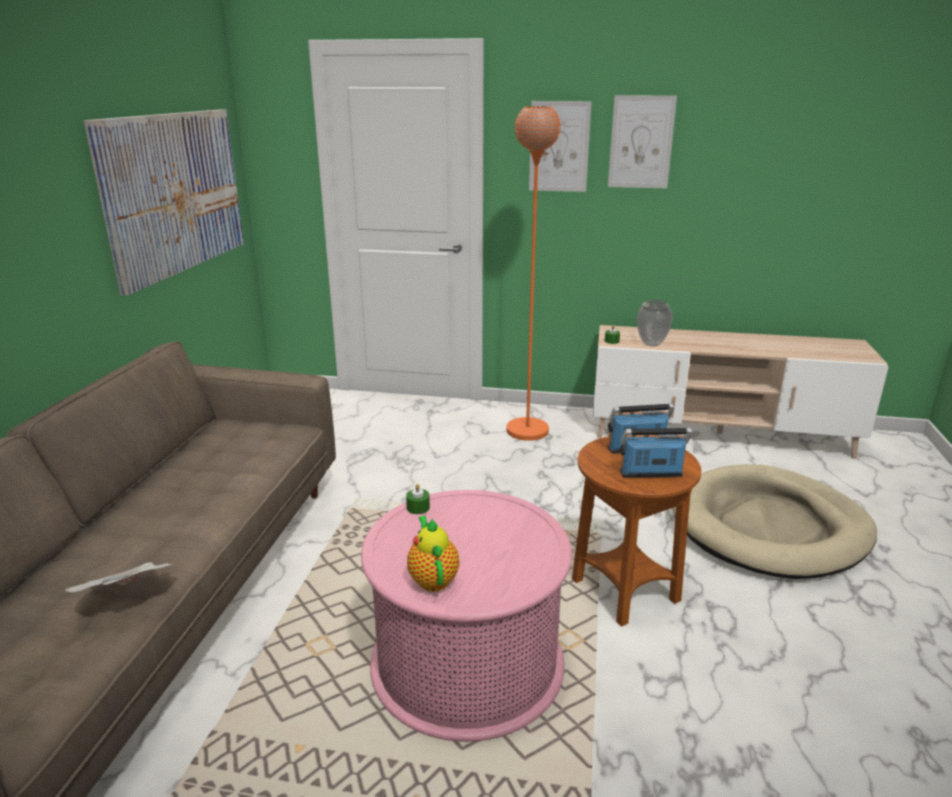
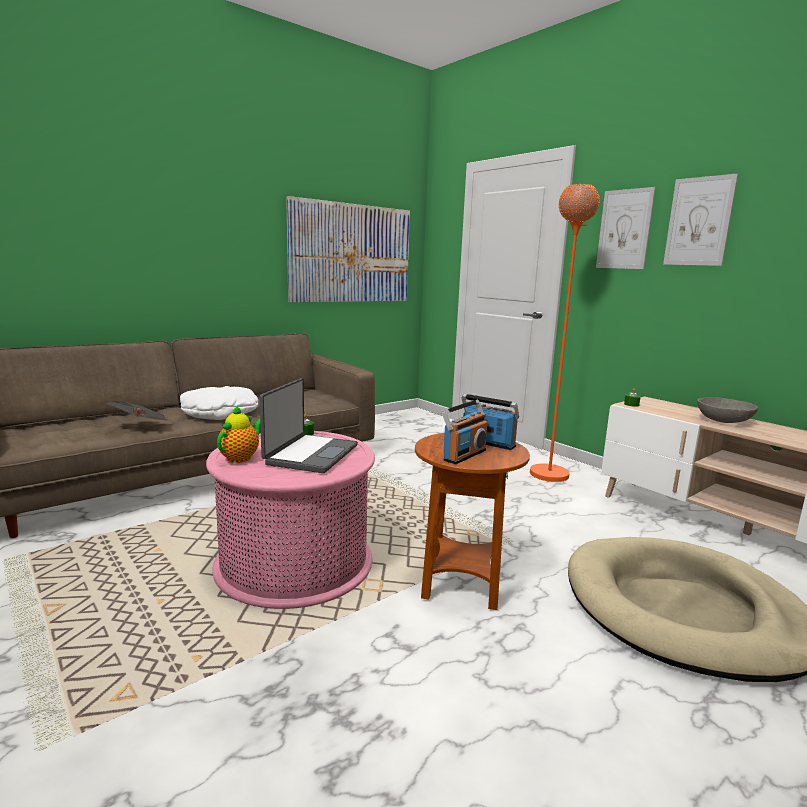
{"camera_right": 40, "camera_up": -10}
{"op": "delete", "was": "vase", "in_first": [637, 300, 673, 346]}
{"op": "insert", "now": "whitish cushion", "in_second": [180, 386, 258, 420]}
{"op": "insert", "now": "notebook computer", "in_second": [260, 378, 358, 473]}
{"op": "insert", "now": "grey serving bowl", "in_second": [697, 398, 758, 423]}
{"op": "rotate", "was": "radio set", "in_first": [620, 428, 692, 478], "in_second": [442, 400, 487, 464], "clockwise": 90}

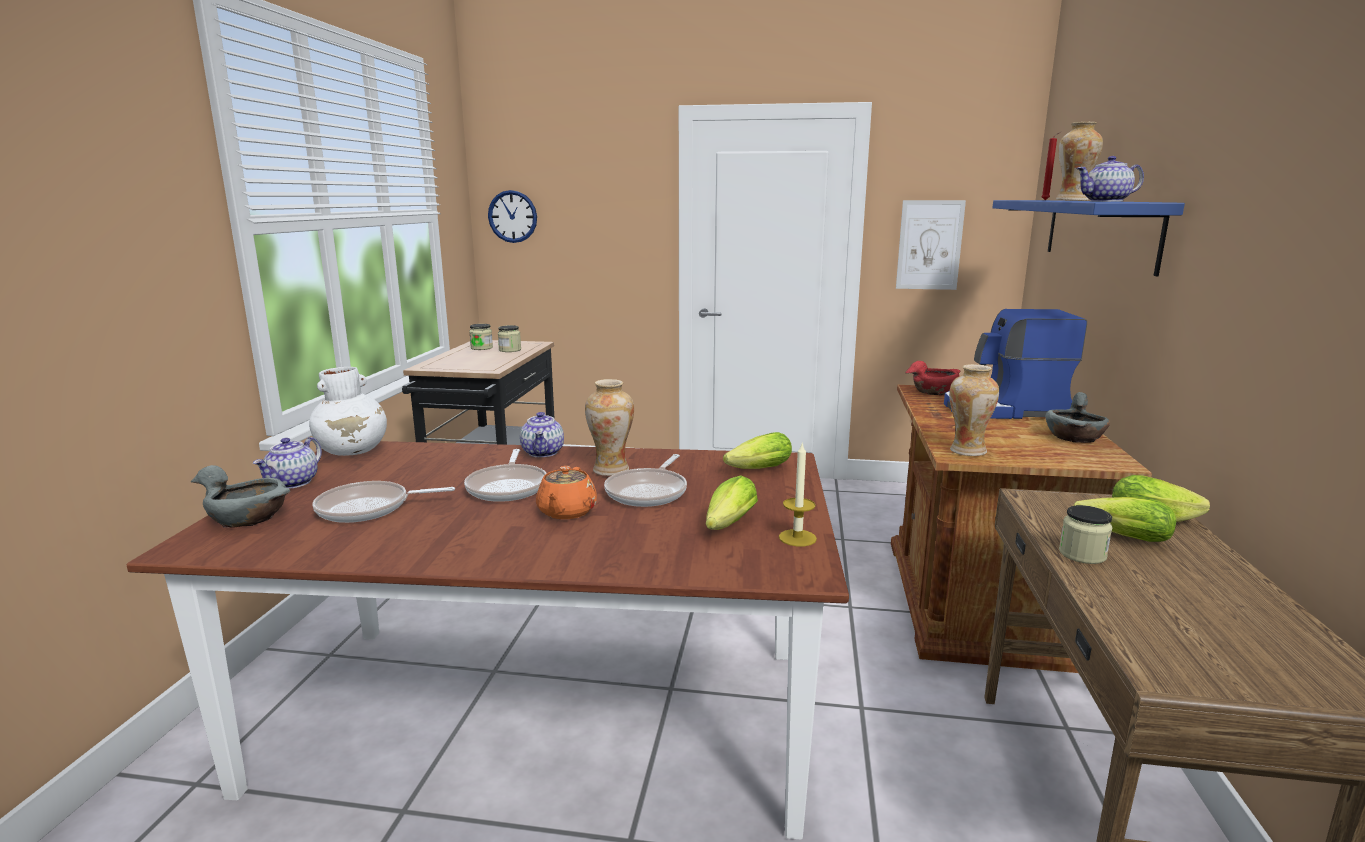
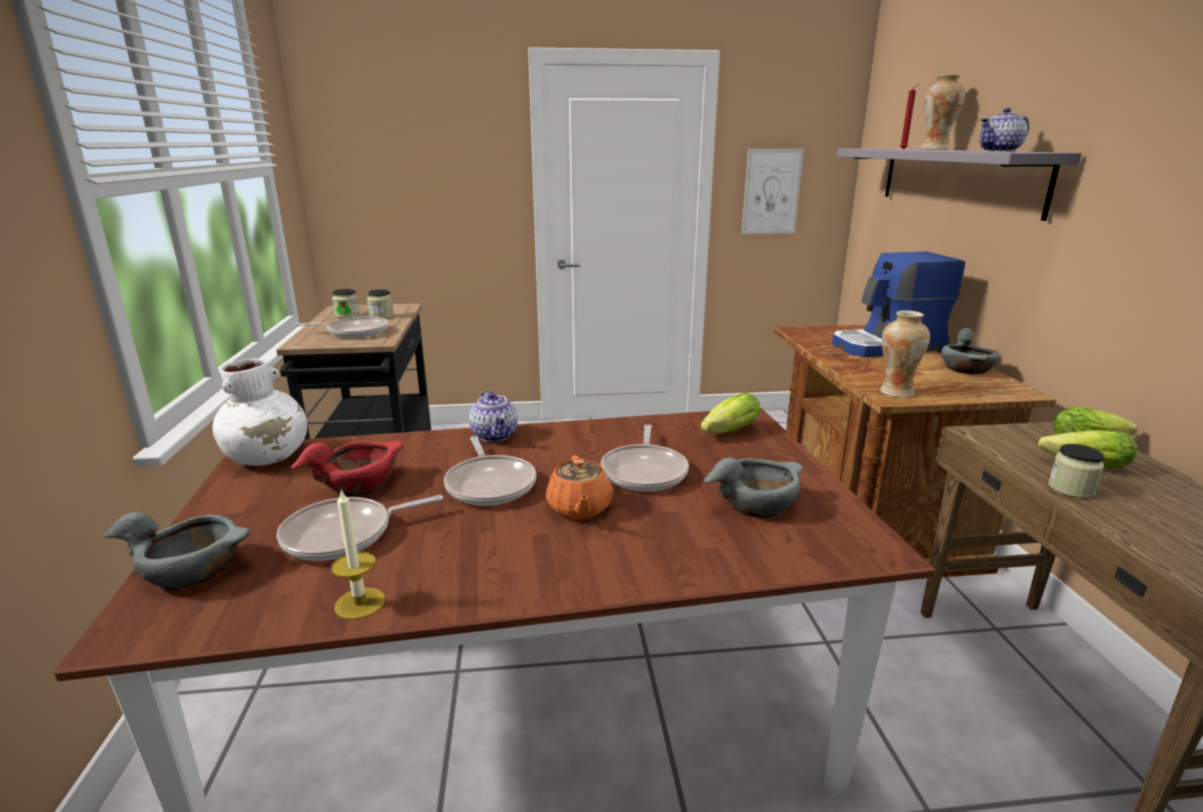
{"camera_right": -15, "camera_up": 5}
{"op": "delete", "was": "tea pot", "in_first": [253, 437, 322, 489]}
{"op": "delete", "was": "wall clock", "in_first": [488, 190, 537, 243]}
{"op": "delete", "was": "vase", "in_first": [585, 379, 634, 476]}
{"op": "insert", "now": "pan", "in_second": [294, 316, 388, 338]}
{"op": "move", "was": "wax light", "in_first": [779, 444, 817, 547], "in_second": [331, 489, 385, 620]}
{"op": "move", "was": "red serving bowl", "in_first": [905, 361, 960, 395], "in_second": [291, 441, 404, 496]}
{"op": "replace", "was": "lettuce", "now": "grey serving bowl", "in_first": [705, 475, 758, 530], "in_second": [703, 458, 803, 518]}
{"op": "recolor", "was": "blue wall shelf", "now": "grey wall shelf", "in_first": [992, 200, 1185, 276], "in_second": [837, 149, 1082, 221]}

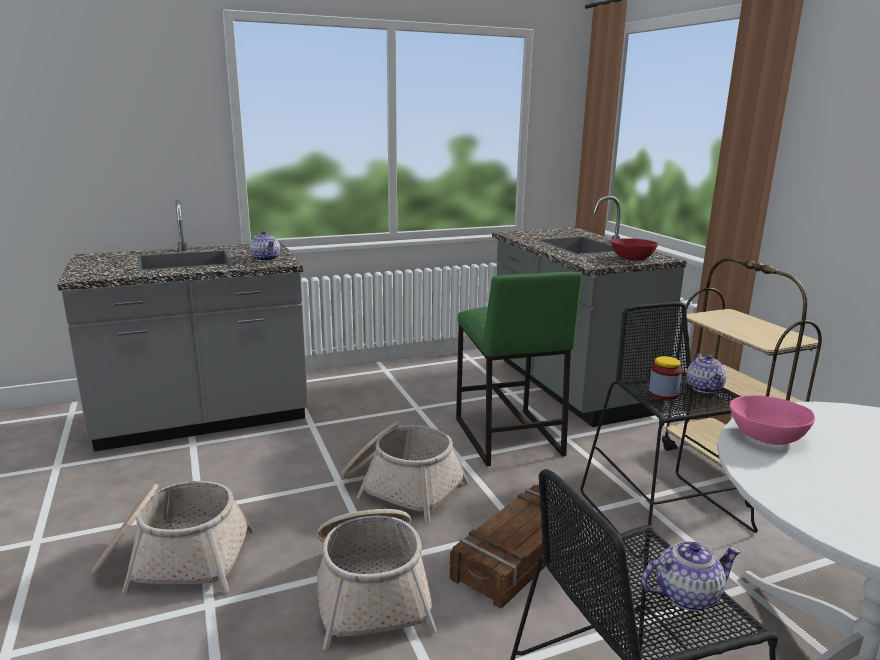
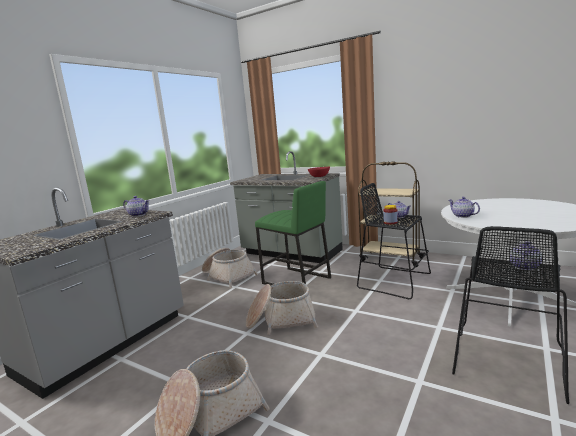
{"camera_right": -35, "camera_up": -5}
{"op": "delete", "was": "shipping crate", "in_first": [450, 485, 584, 608]}
{"op": "move", "was": "household basket", "in_first": [316, 509, 437, 651], "in_second": [202, 248, 258, 288]}
{"op": "replace", "was": "pink serving bowl", "now": "tea pot", "in_first": [730, 395, 815, 445], "in_second": [449, 197, 480, 218]}

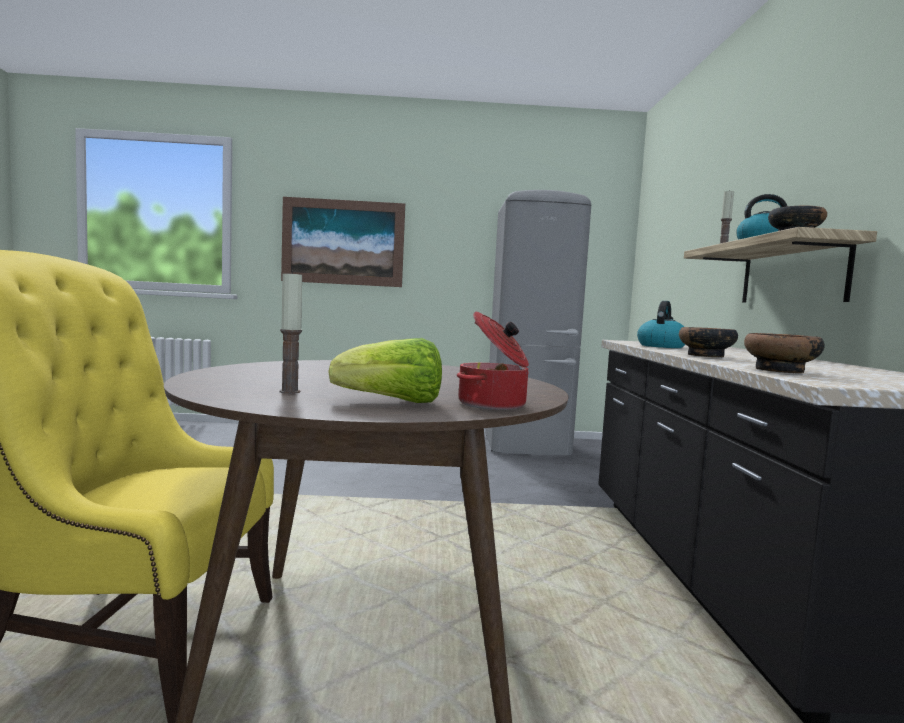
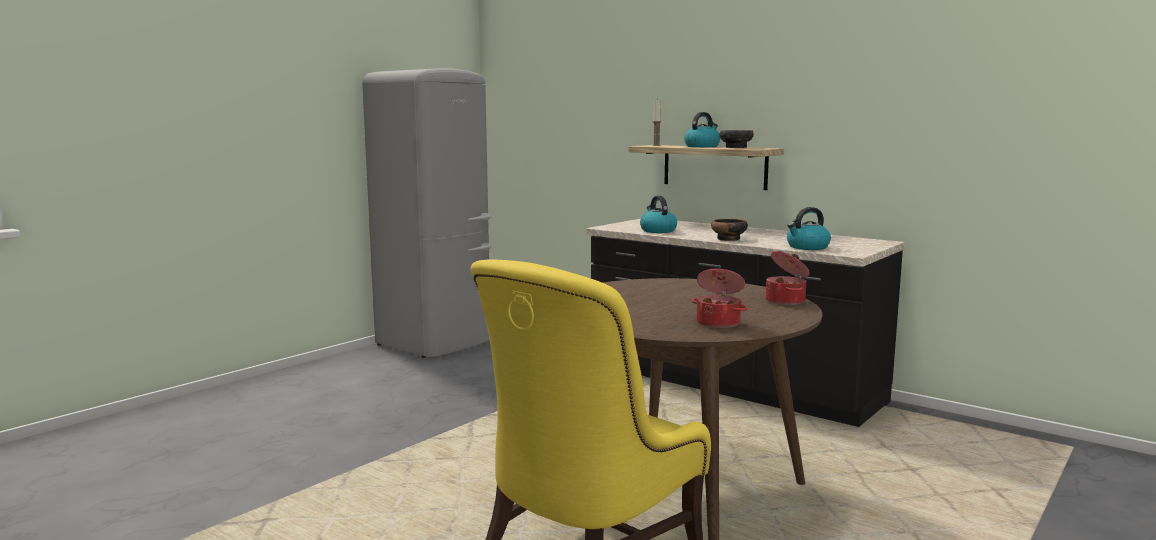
{"camera_right": -50, "camera_up": 5}
{"op": "delete", "was": "picture", "in_first": [281, 197, 405, 287]}
{"op": "delete", "was": "lettuce", "in_first": [328, 338, 442, 403]}
{"op": "replace", "was": "wax light", "now": "saucepot", "in_first": [279, 270, 302, 394], "in_second": [691, 269, 748, 328]}
{"op": "replace", "was": "serving bowl", "now": "water kettle", "in_first": [744, 333, 825, 373], "in_second": [787, 207, 831, 250]}

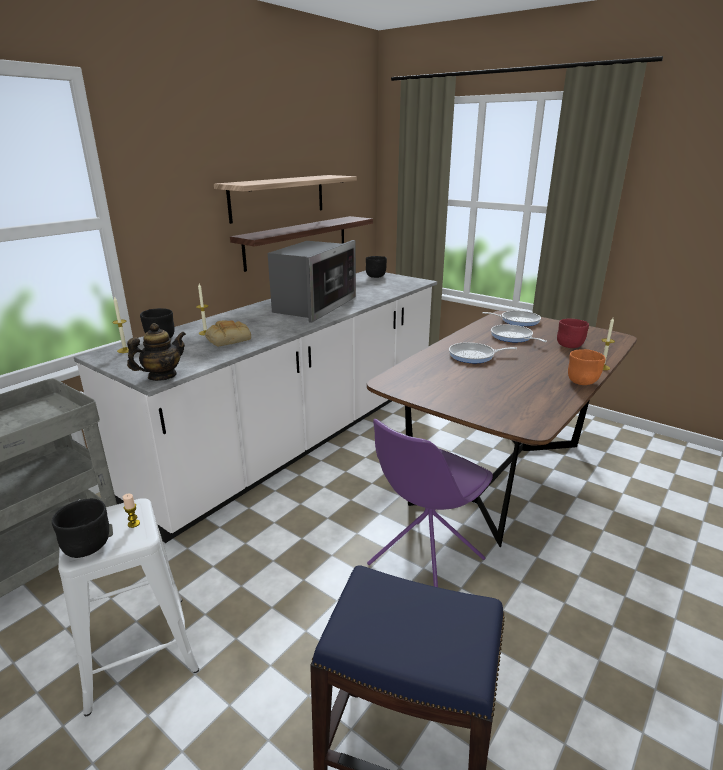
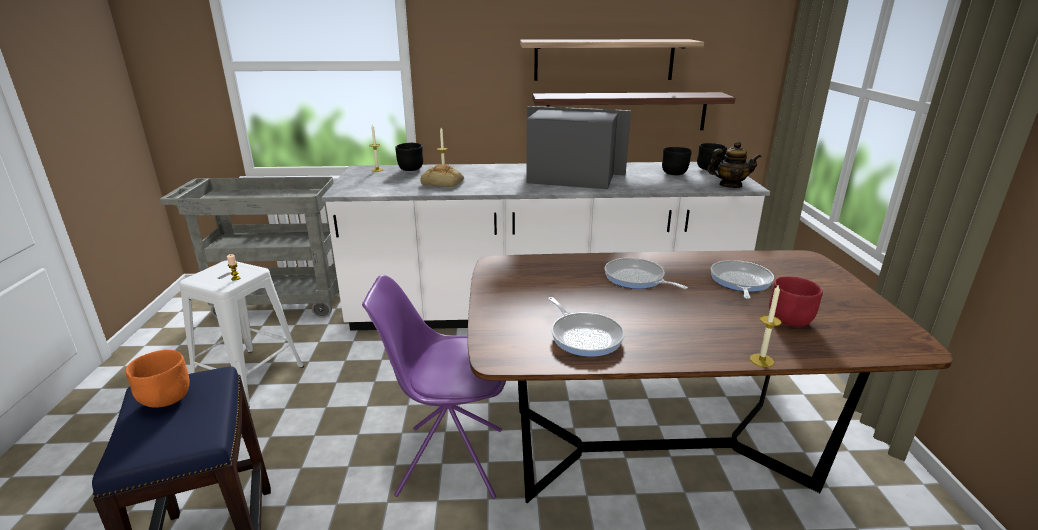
{"camera_right": 50, "camera_up": 0}
{"op": "move", "was": "blackish serving bowl", "in_first": [52, 498, 109, 558], "in_second": [662, 147, 691, 175]}
{"op": "move", "was": "tea pot", "in_first": [127, 323, 186, 381], "in_second": [707, 141, 761, 188]}
{"op": "move", "was": "pan", "in_first": [482, 311, 541, 326], "in_second": [548, 297, 624, 357]}
{"op": "move", "was": "orangey serving bowl", "in_first": [568, 349, 606, 385], "in_second": [125, 350, 190, 408]}
{"op": "rotate", "was": "microwave oven", "in_first": [268, 240, 356, 323], "in_second": [526, 106, 631, 189], "clockwise": -150}

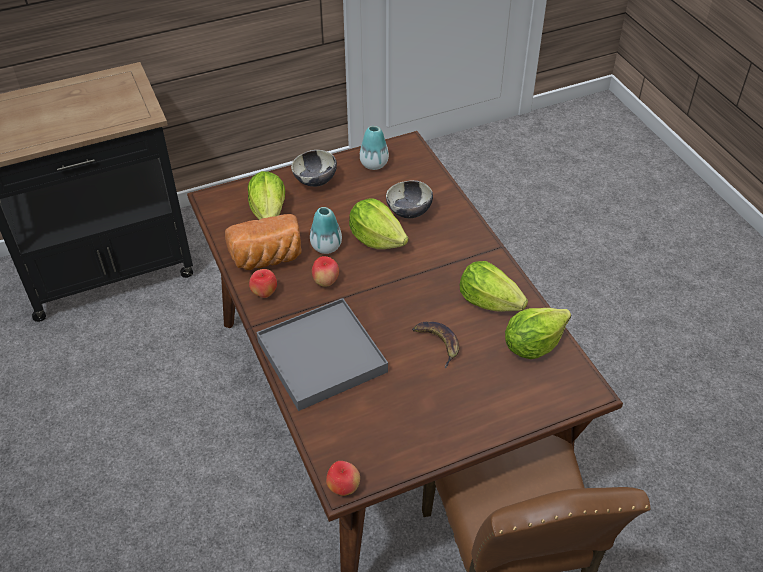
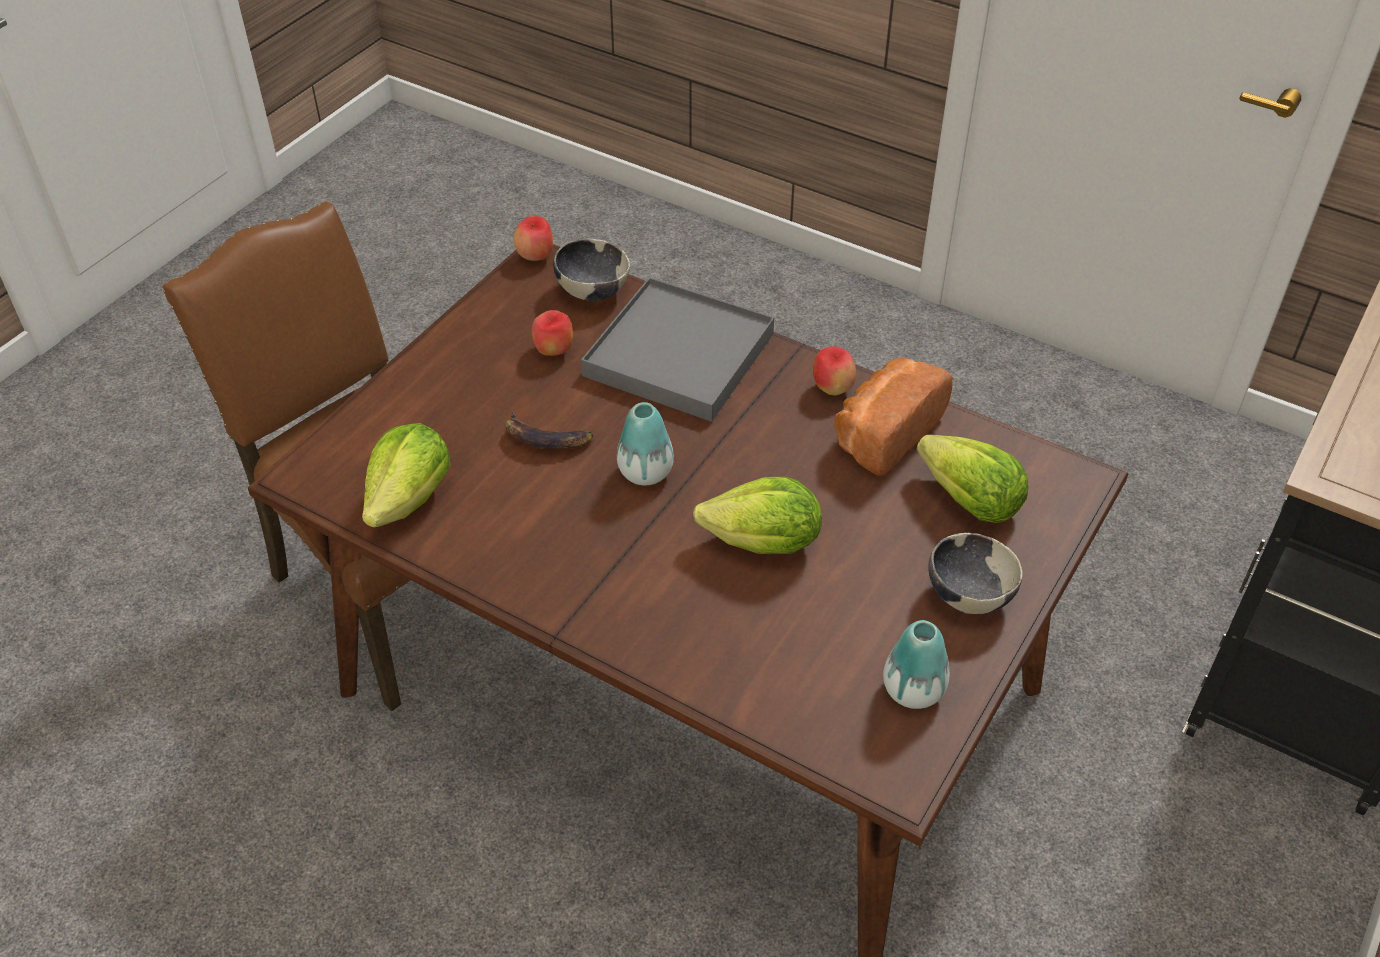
{"camera_right": 145, "camera_up": 0}
{"op": "delete", "was": "lettuce", "in_first": [460, 261, 528, 312]}
{"op": "move", "was": "vase", "in_first": [310, 207, 342, 254], "in_second": [617, 402, 674, 485]}
{"op": "move", "was": "apple", "in_first": [312, 256, 339, 287], "in_second": [532, 310, 573, 356]}
{"op": "move", "was": "serving bowl", "in_first": [386, 180, 433, 219], "in_second": [553, 239, 630, 301]}

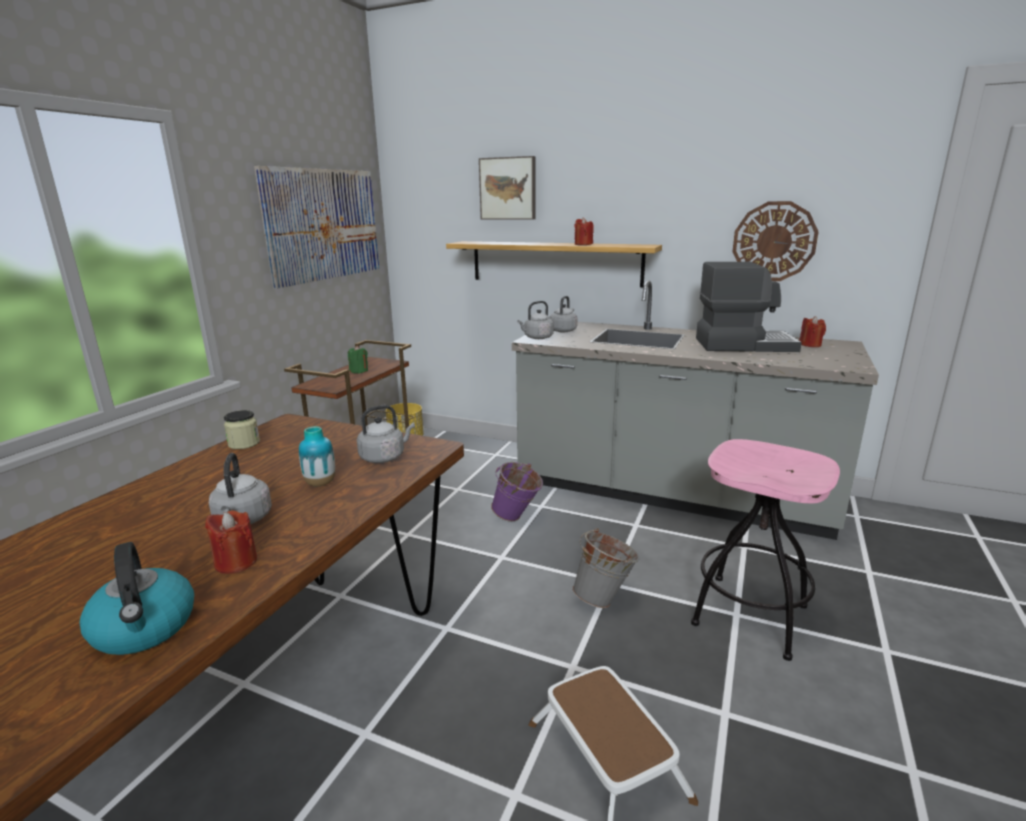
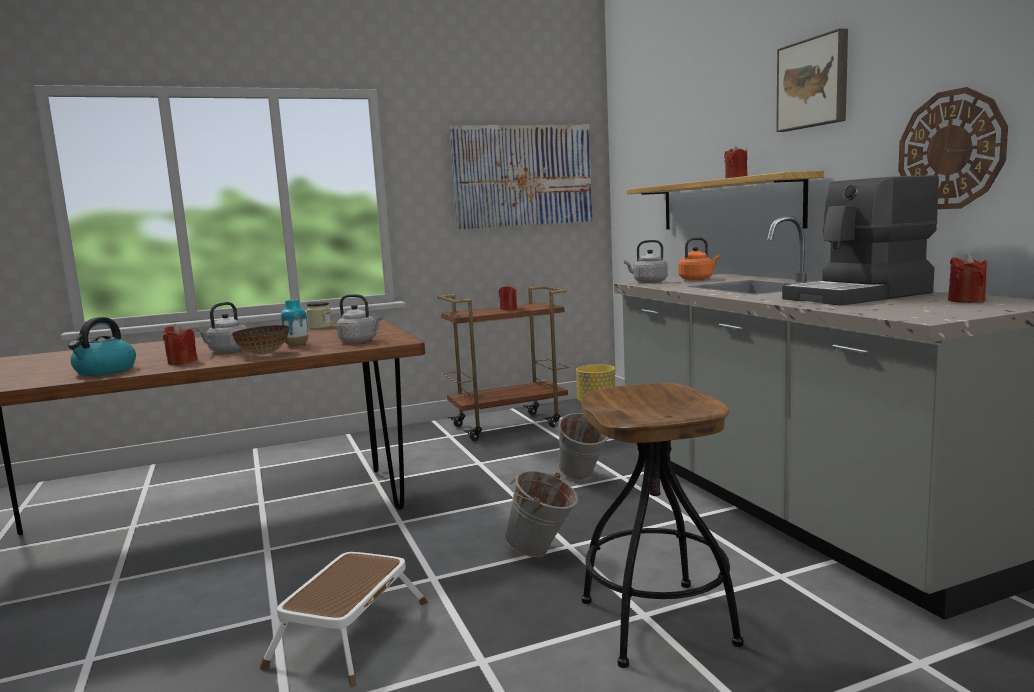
{"camera_right": 45, "camera_up": -10}
{"op": "insert", "now": "serving bowl", "in_second": [232, 325, 289, 355]}
{"op": "move", "was": "picture", "in_first": [479, 156, 536, 220], "in_second": [776, 28, 848, 132]}
{"op": "recolor", "was": "green-coloured wax light", "now": "red wax light", "in_first": [348, 345, 368, 374], "in_second": [499, 284, 517, 310]}
{"op": "recolor", "was": "purple-coloured pail", "now": "grey pail", "in_first": [491, 462, 543, 521], "in_second": [555, 413, 609, 480]}
{"op": "recolor", "was": "grey water kettle", "now": "orangey water kettle", "in_first": [549, 296, 578, 332], "in_second": [678, 237, 720, 280]}
{"op": "recolor", "was": "pink sitting stool", "now": "brownish sitting stool", "in_first": [691, 439, 840, 661], "in_second": [582, 383, 743, 668]}
{"op": "rotate", "was": "coffee brewer", "in_first": [696, 262, 802, 352], "in_second": [782, 175, 939, 306], "clockwise": 105}

